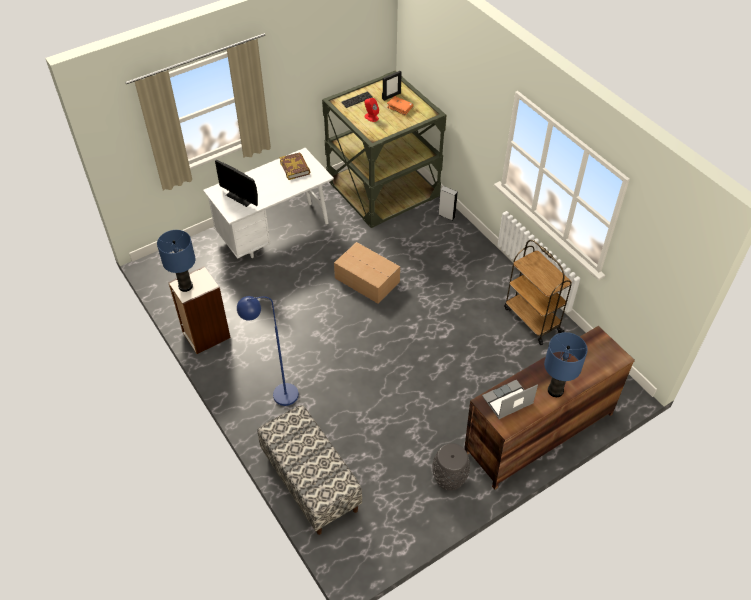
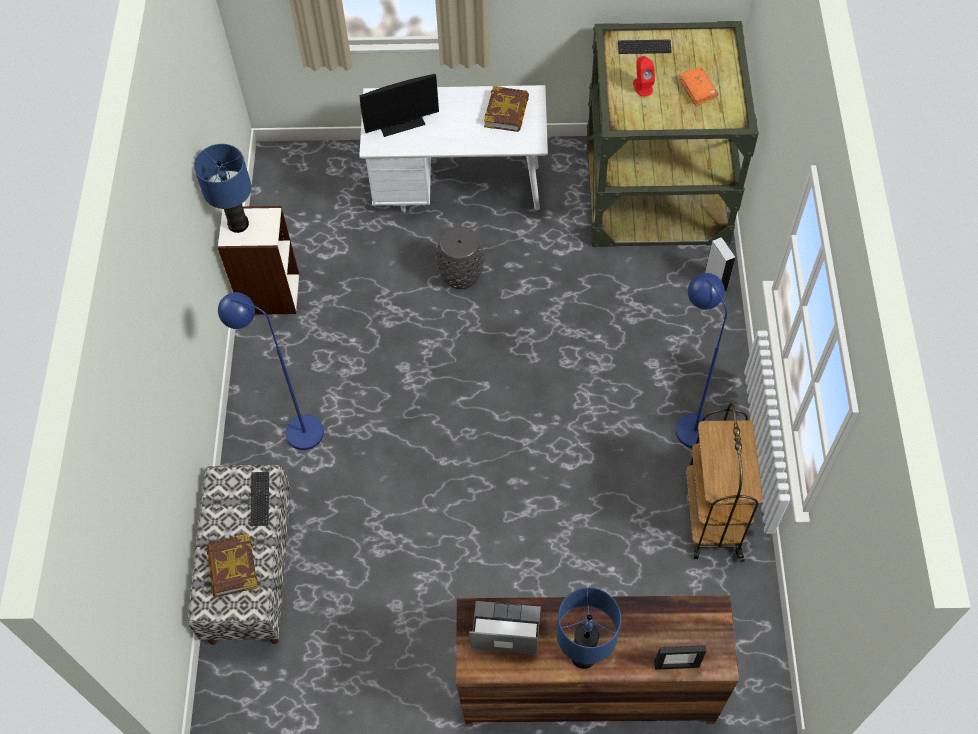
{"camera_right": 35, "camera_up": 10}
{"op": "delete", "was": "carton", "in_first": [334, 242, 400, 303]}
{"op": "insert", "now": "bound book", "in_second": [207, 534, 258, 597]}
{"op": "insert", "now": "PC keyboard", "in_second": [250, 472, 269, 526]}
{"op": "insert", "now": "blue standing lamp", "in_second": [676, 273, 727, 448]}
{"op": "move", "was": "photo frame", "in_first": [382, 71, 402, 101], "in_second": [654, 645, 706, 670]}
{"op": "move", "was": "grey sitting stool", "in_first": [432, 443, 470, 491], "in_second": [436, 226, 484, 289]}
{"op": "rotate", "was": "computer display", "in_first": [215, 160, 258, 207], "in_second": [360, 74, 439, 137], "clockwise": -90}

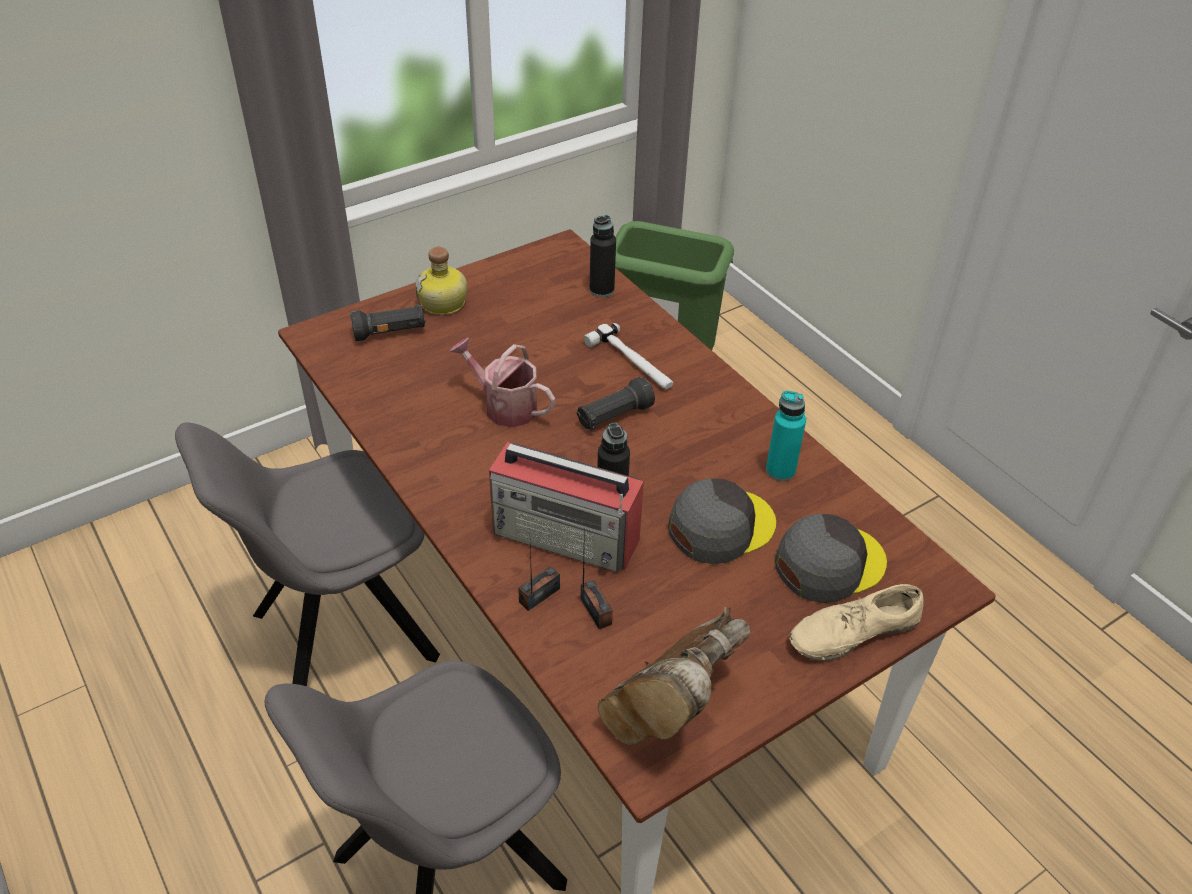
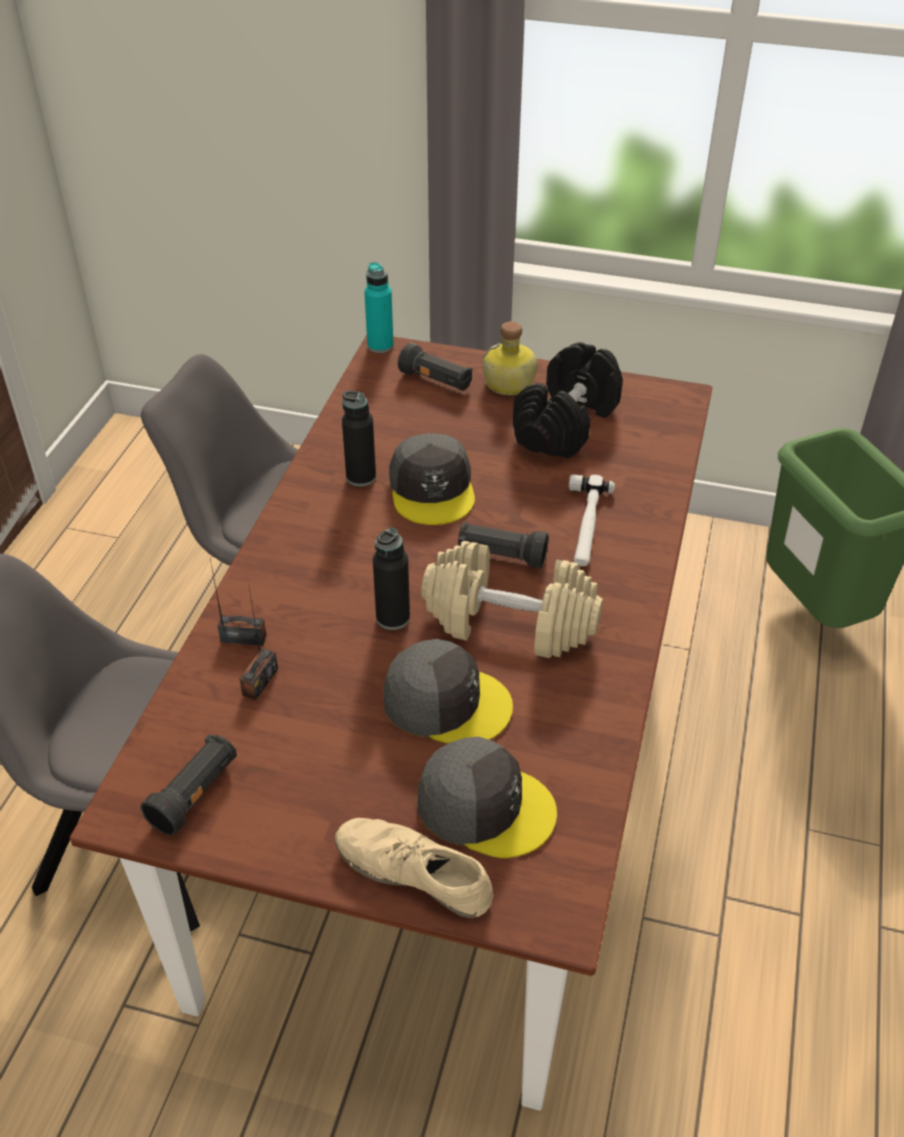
{"camera_right": 50, "camera_up": 0}
{"op": "delete", "was": "radio set", "in_first": [489, 442, 644, 573]}
{"op": "insert", "now": "beige-coloured hand weight", "in_second": [421, 541, 603, 658]}
{"op": "insert", "now": "blackish hand weight", "in_second": [513, 342, 623, 459]}
{"op": "move", "was": "blackish drink bottle", "in_first": [590, 215, 616, 297], "in_second": [342, 390, 376, 487]}
{"op": "move", "was": "blue-green drink bottle", "in_first": [766, 390, 806, 481], "in_second": [364, 262, 394, 353]}
{"op": "replace", "was": "watering pot", "now": "grey baseball cap", "in_first": [449, 338, 555, 427], "in_second": [389, 434, 475, 525]}
{"op": "replace", "was": "brownish high-top boot", "now": "blackish torch", "in_first": [598, 607, 751, 745], "in_second": [140, 734, 237, 835]}

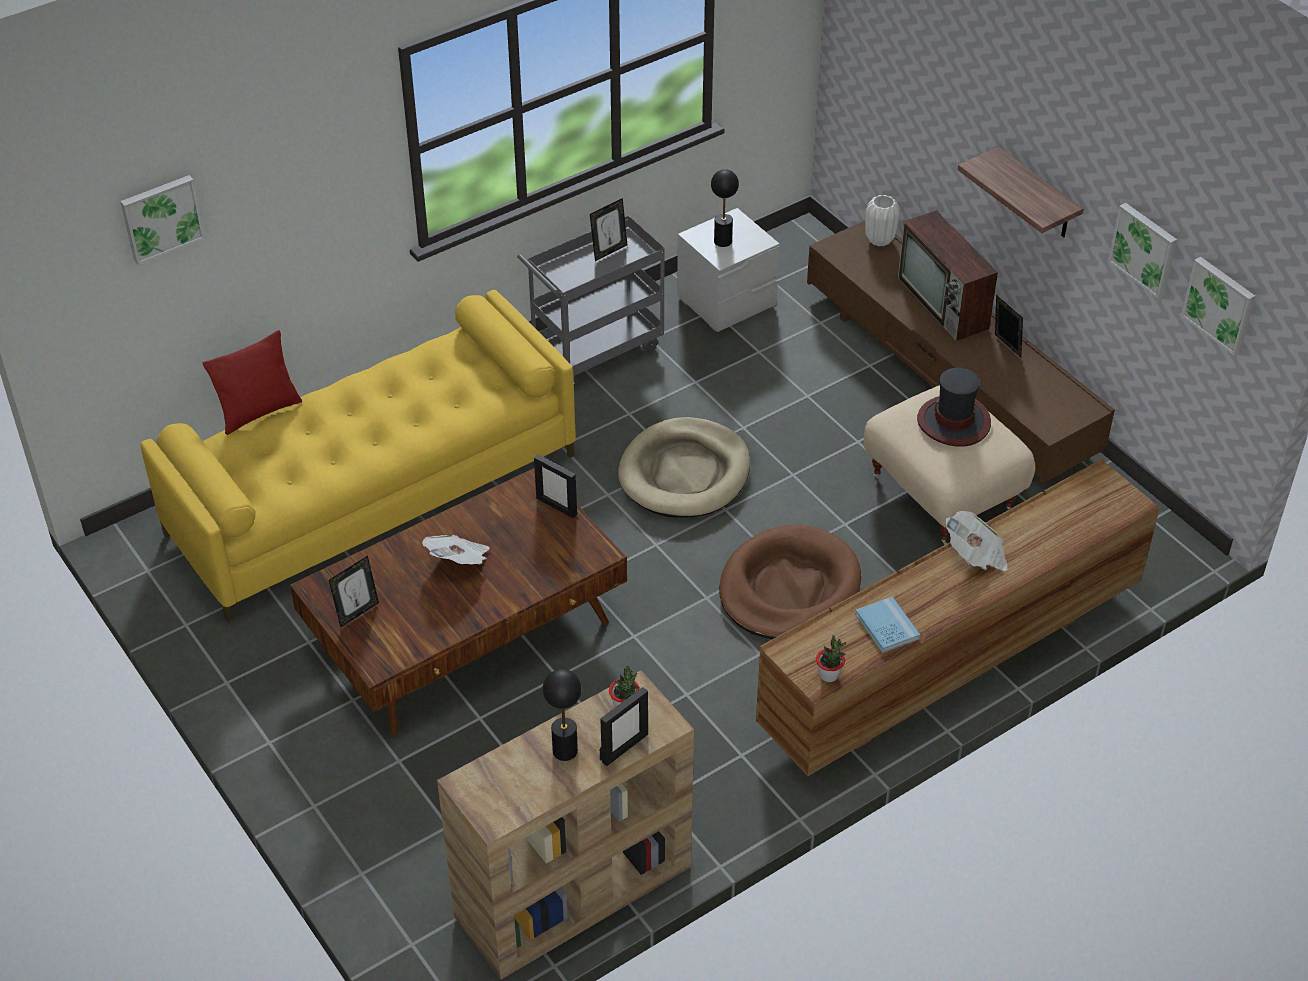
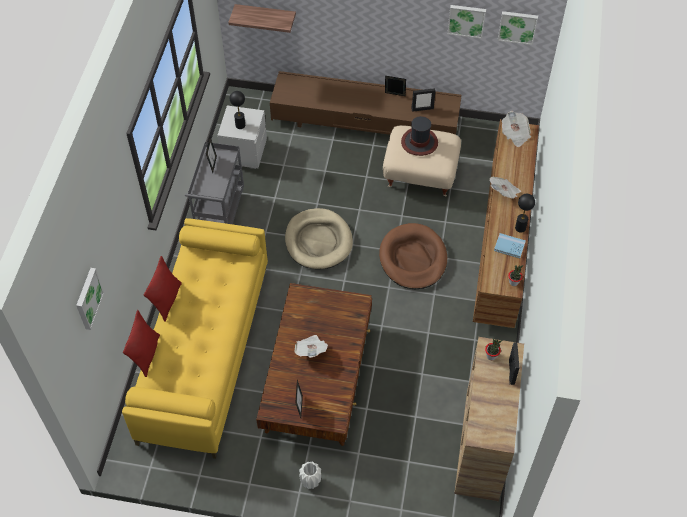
{"camera_right": -45, "camera_up": 10}
{"op": "delete", "was": "TV set", "in_first": [898, 210, 998, 341]}
{"op": "insert", "now": "red cushion", "in_second": [144, 256, 182, 322]}
{"op": "insert", "now": "daily paper", "in_second": [502, 111, 531, 147]}
{"op": "move", "was": "photo frame", "in_first": [534, 454, 577, 518], "in_second": [411, 88, 436, 112]}
{"op": "move", "was": "blackish table lamp", "in_first": [543, 669, 582, 761], "in_second": [515, 194, 535, 233]}
{"op": "move", "was": "whitish vase", "in_first": [865, 195, 900, 246], "in_second": [299, 462, 321, 489]}
{"op": "move", "was": "wall shelf", "in_first": [958, 147, 1084, 237], "in_second": [228, 4, 296, 33]}

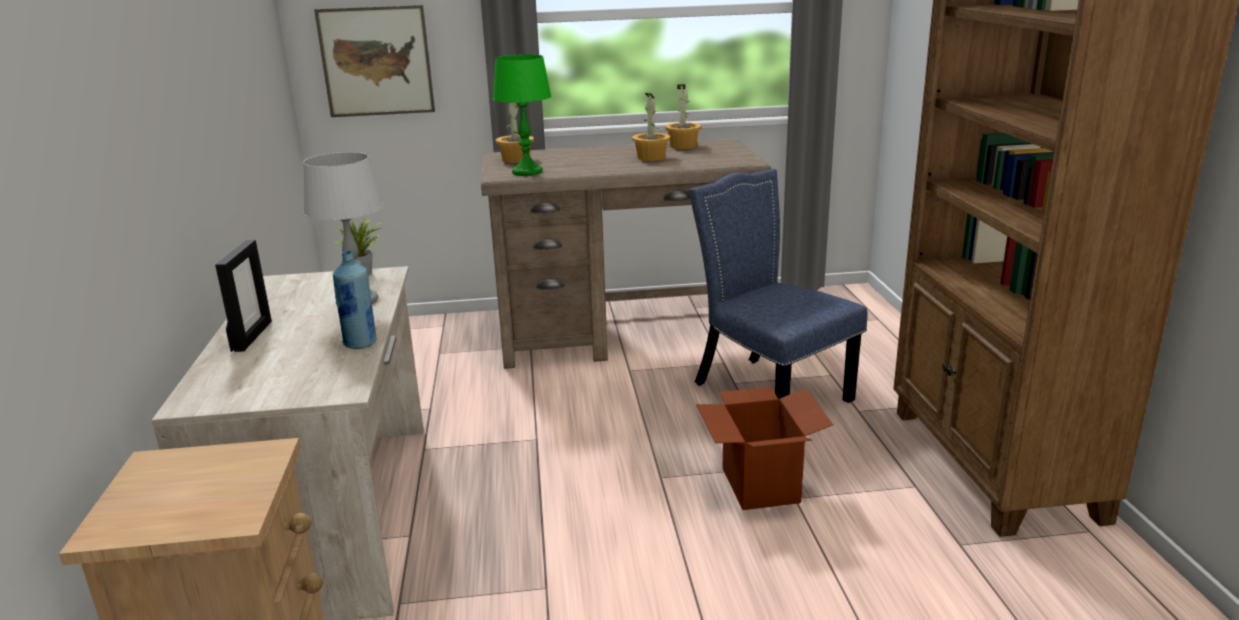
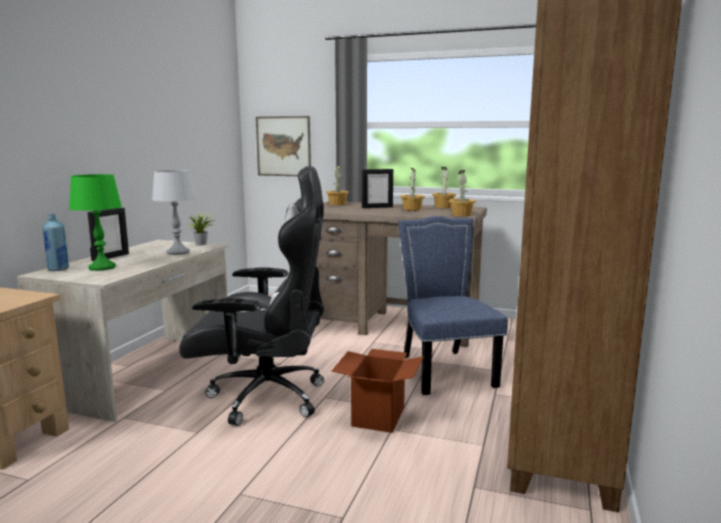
{"camera_right": 25, "camera_up": -10}
{"op": "insert", "now": "blackish computer chair", "in_second": [179, 166, 324, 426]}
{"op": "insert", "now": "photo frame", "in_second": [362, 169, 393, 208]}
{"op": "insert", "now": "plant in a pot", "in_second": [449, 170, 476, 216]}
{"op": "move", "was": "blue drink bottle", "in_first": [333, 251, 377, 349], "in_second": [43, 214, 69, 271]}
{"op": "move", "was": "green-coloured table lamp", "in_first": [493, 54, 551, 176], "in_second": [69, 174, 122, 271]}

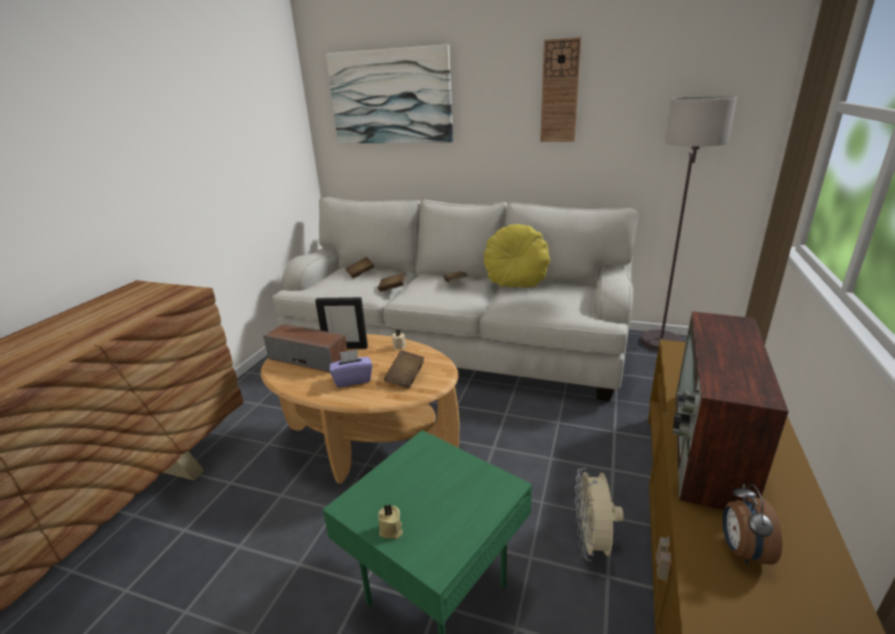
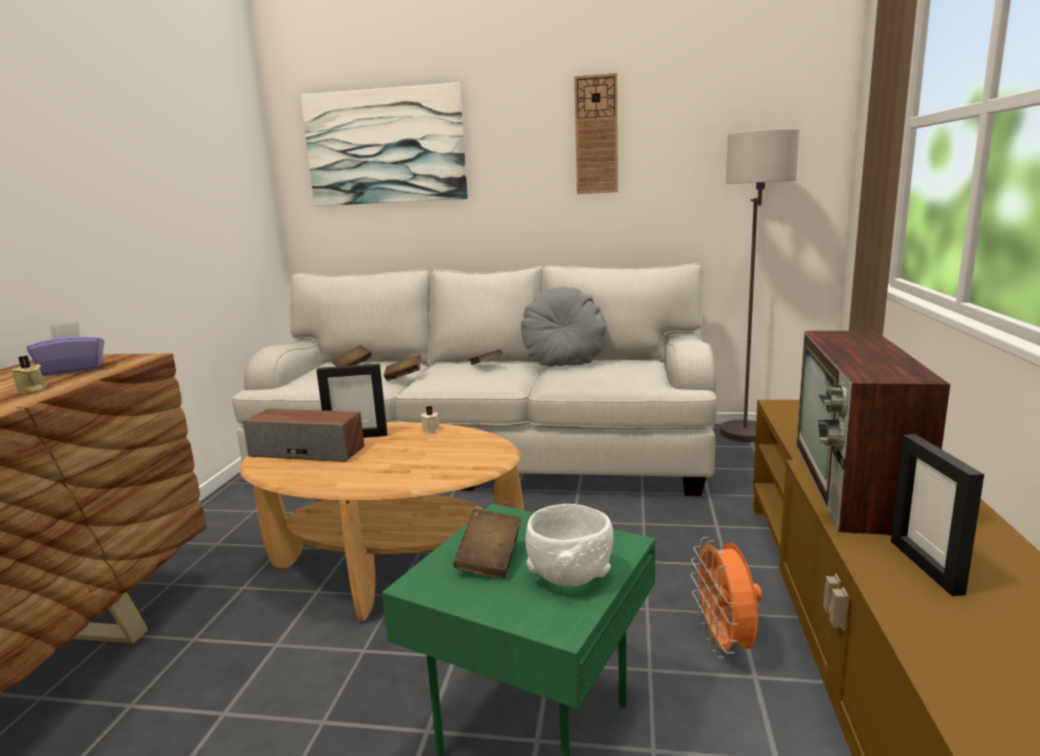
{"camera_right": -10, "camera_up": -10}
{"op": "insert", "now": "whitish serving bowl", "in_second": [526, 504, 613, 586]}
{"op": "move", "was": "purple-coloured tissue holder", "in_first": [330, 350, 372, 387], "in_second": [26, 322, 104, 376]}
{"op": "move", "was": "beige-coloured wax light", "in_first": [378, 504, 403, 539], "in_second": [12, 356, 47, 393]}
{"op": "move", "was": "brownish bound book", "in_first": [384, 350, 425, 389], "in_second": [453, 509, 521, 578]}
{"op": "replace", "was": "alarm clock", "now": "photo frame", "in_first": [722, 484, 782, 565], "in_second": [891, 434, 984, 596]}
{"op": "recolor", "was": "yellowish cushion", "now": "grey cushion", "in_first": [484, 224, 550, 288], "in_second": [521, 286, 606, 367]}
{"op": "recolor", "was": "beige-coloured fan", "now": "orangey fan", "in_first": [575, 468, 624, 561], "in_second": [691, 537, 762, 658]}

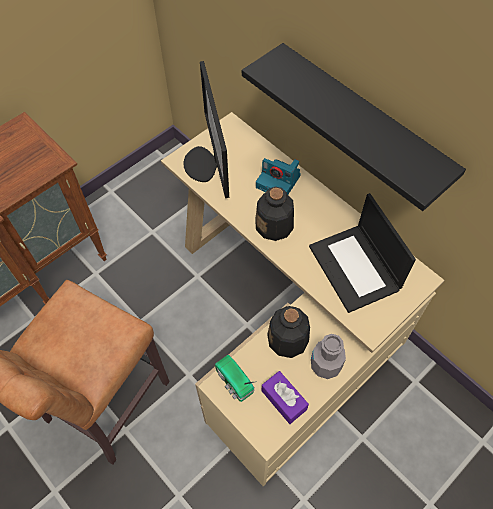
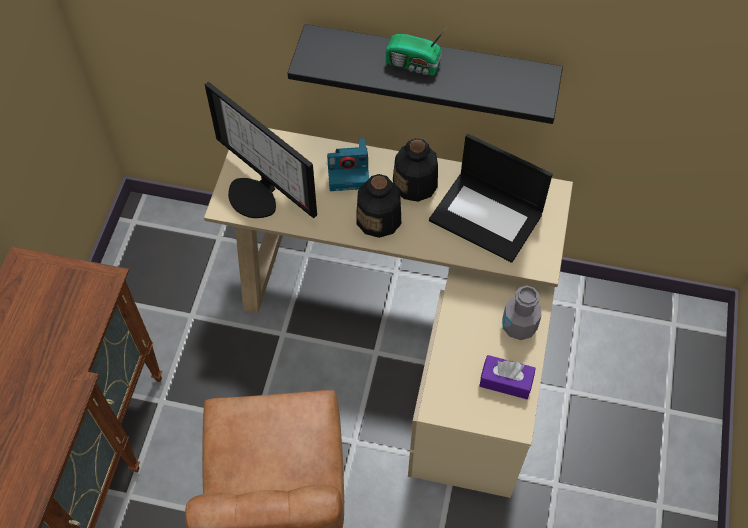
{"camera_right": -35, "camera_up": 0}
{"op": "move", "was": "radio set", "in_first": [215, 355, 255, 402], "in_second": [386, 26, 448, 75]}
{"op": "move", "was": "drink bottle", "in_first": [267, 306, 310, 358], "in_second": [393, 138, 438, 202]}

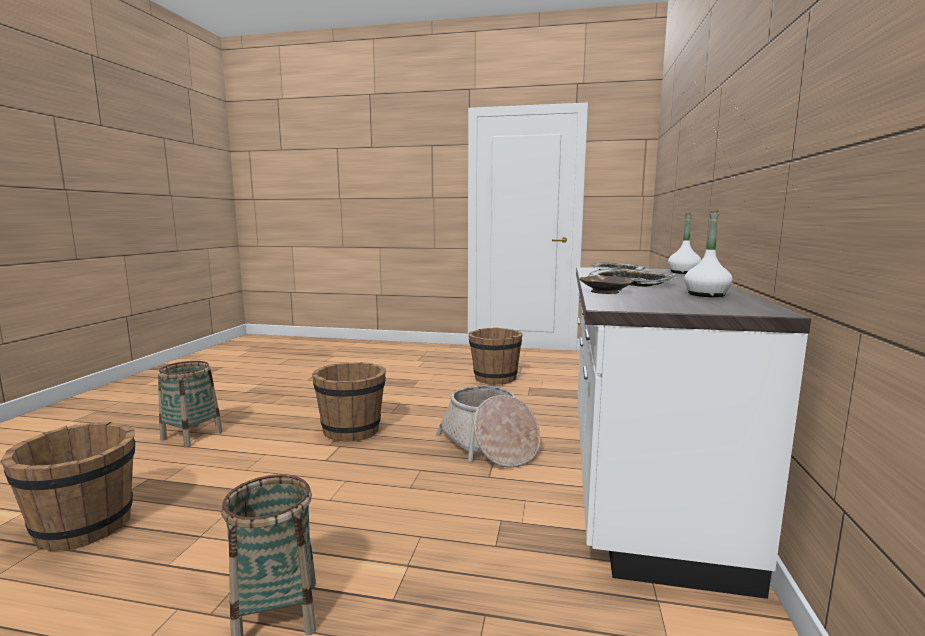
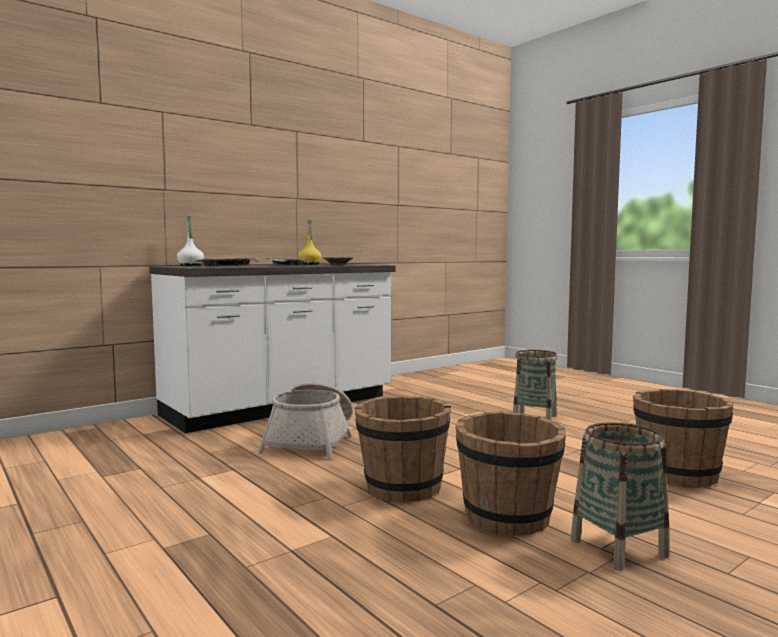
{"camera_right": -140, "camera_up": -5}
{"op": "move", "was": "brownish pail", "in_first": [468, 328, 522, 385], "in_second": [455, 411, 566, 537]}
{"op": "recolor", "was": "whitish drink bottle", "now": "yellowish drink bottle", "in_first": [684, 210, 733, 297], "in_second": [299, 220, 322, 265]}

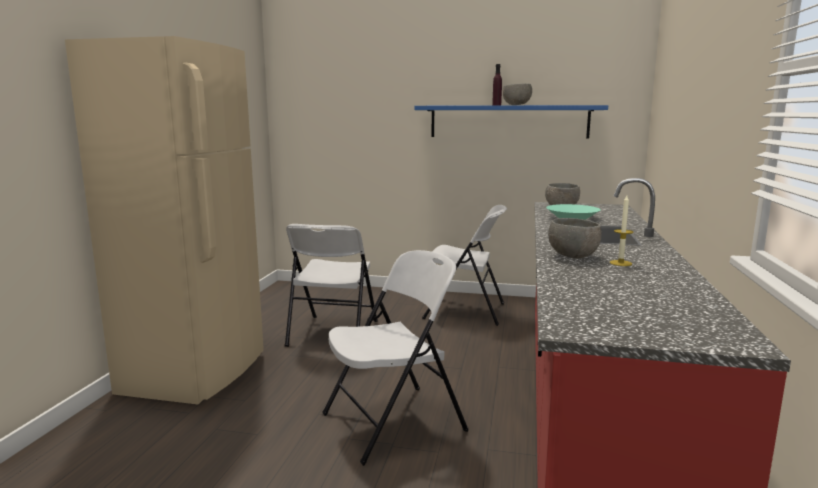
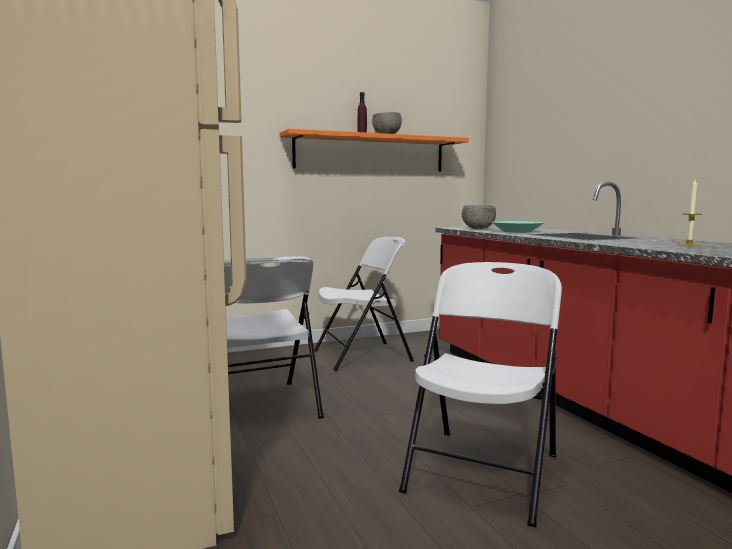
{"camera_right": -35, "camera_up": -5}
{"op": "delete", "was": "grey serving bowl", "in_first": [548, 218, 601, 258]}
{"op": "recolor", "was": "blue wall shelf", "now": "orangey wall shelf", "in_first": [414, 105, 608, 139], "in_second": [279, 129, 469, 172]}

